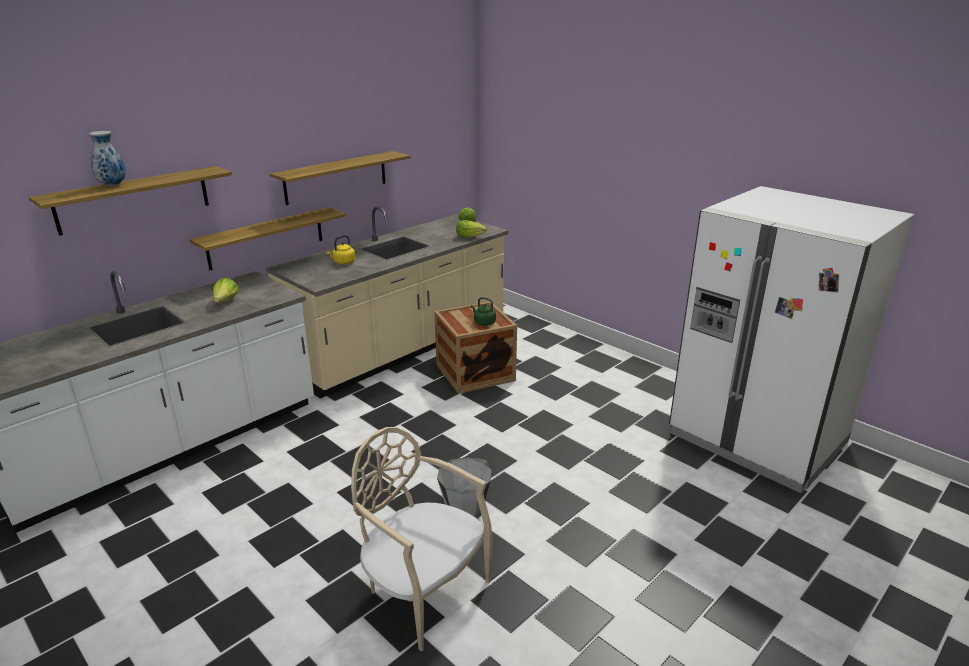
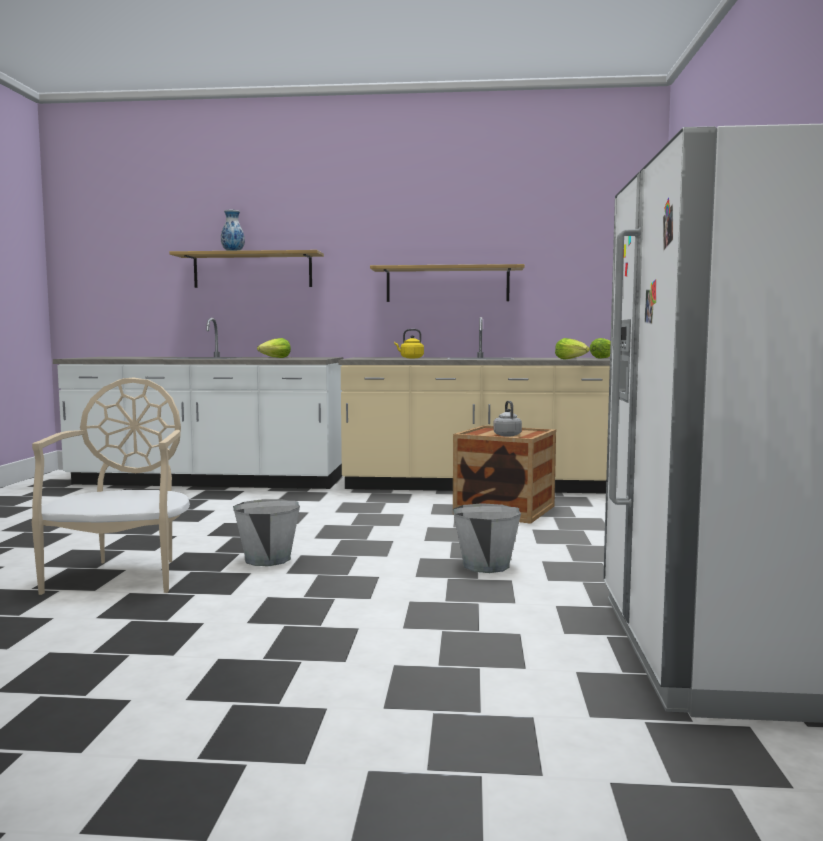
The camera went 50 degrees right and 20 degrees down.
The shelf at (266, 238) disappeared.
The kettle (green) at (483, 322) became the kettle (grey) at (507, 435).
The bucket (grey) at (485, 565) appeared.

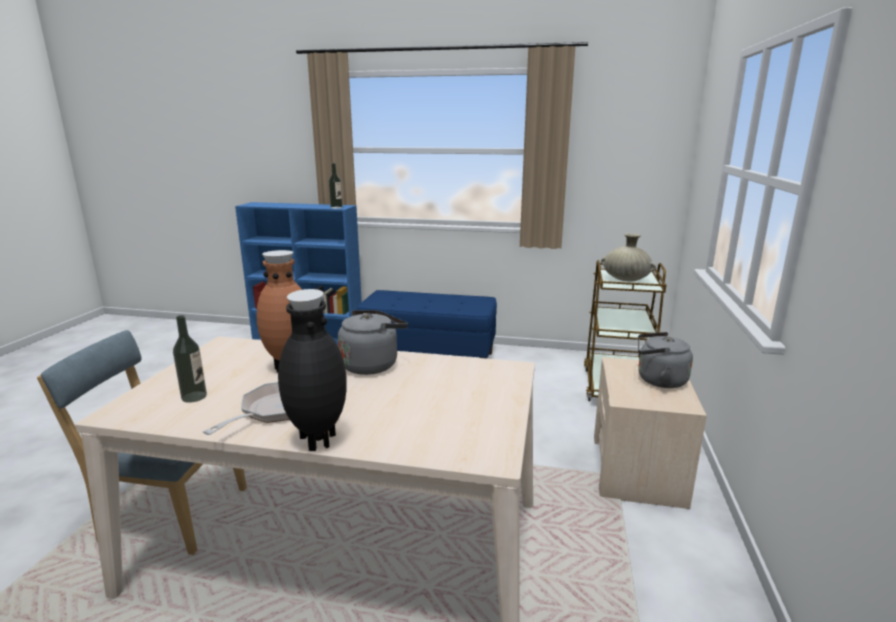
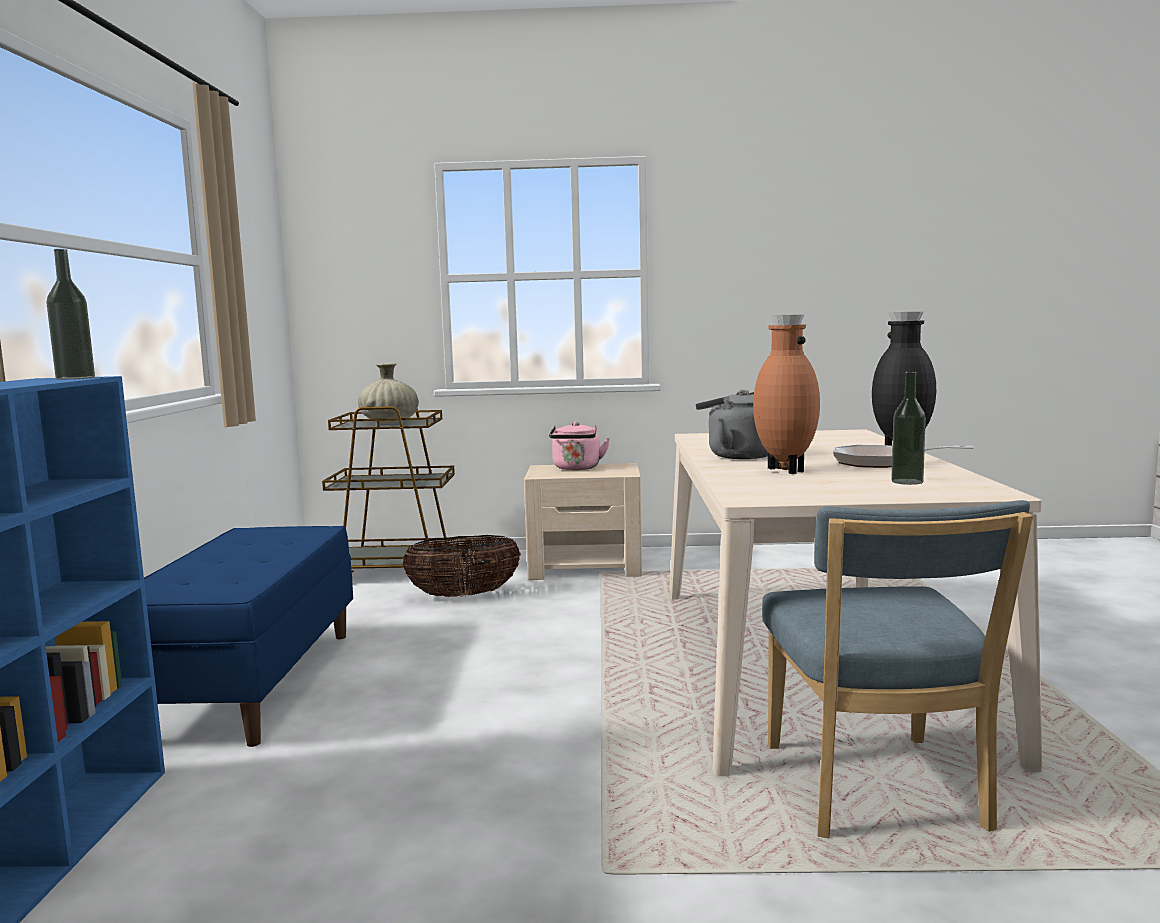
The camera went 100 degrees left and 10 degrees down.
The kettle (grey) at (658, 380) became the kettle (pink) at (577, 468).
The basket at (464, 595) appeared.

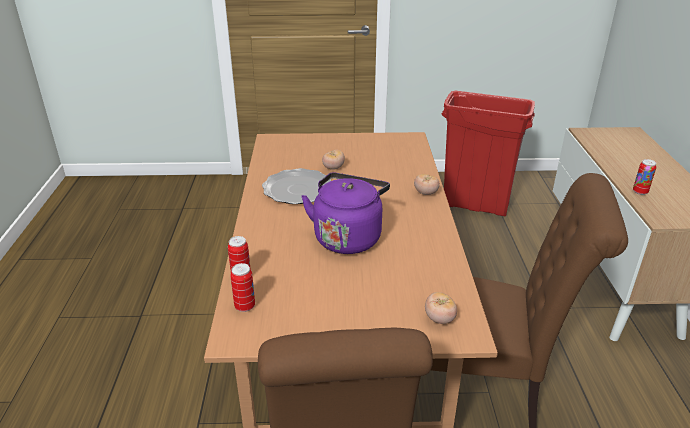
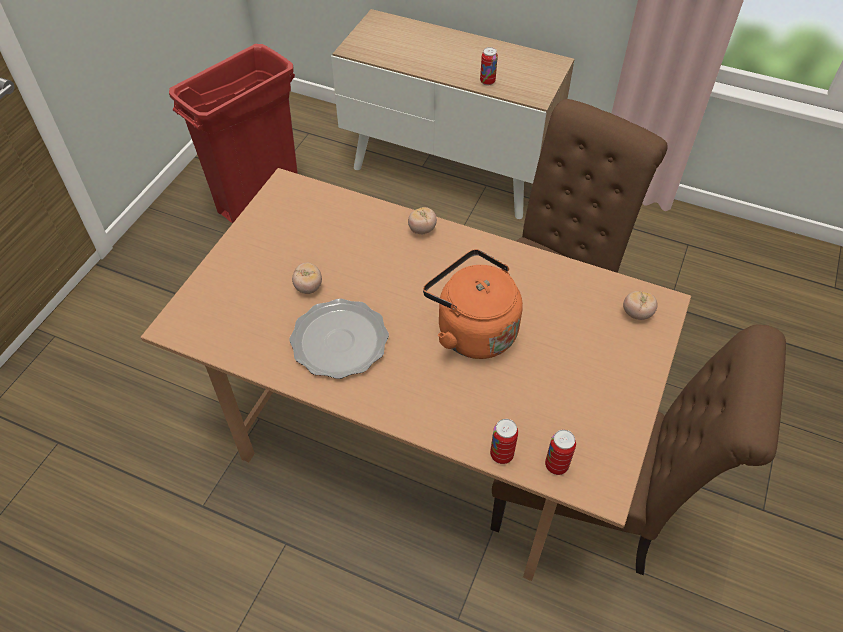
The camera went 65 degrees left and 20 degrees up.
The kettle (purple) at (348, 237) became the kettle (orange) at (472, 330).

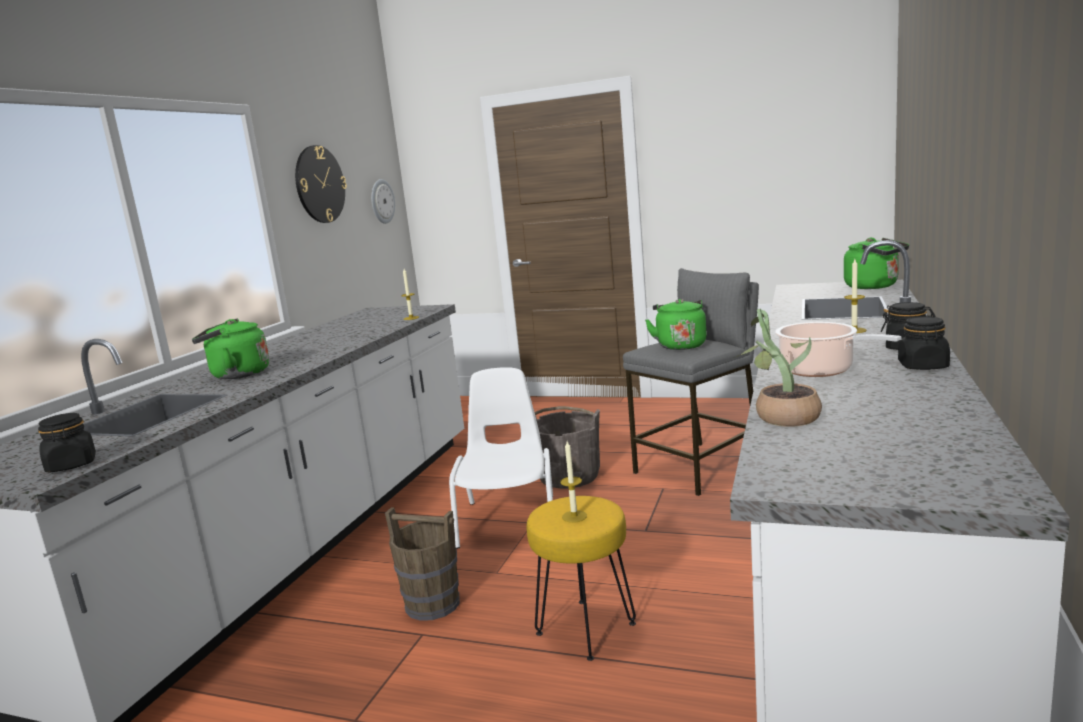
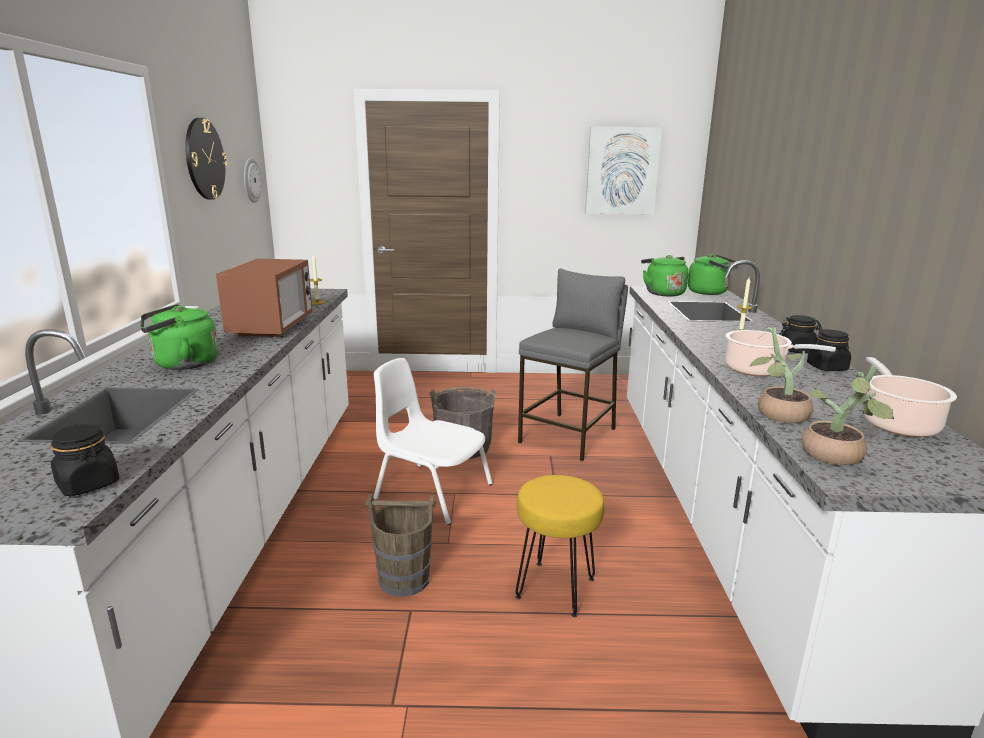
The camera went 20 degrees left and 5 degrees up.
The kettle (green) moved from (680, 345) to (663, 293).
The chair (white) at (509, 520) turned 45 degrees counterclockwise.
The candle at (574, 516) disappeared.
The picture at (622, 171) appeared.
The microwave at (272, 327) appeared.
The cooking pot at (897, 423) appeared.
The potted plant at (836, 458) appeared.

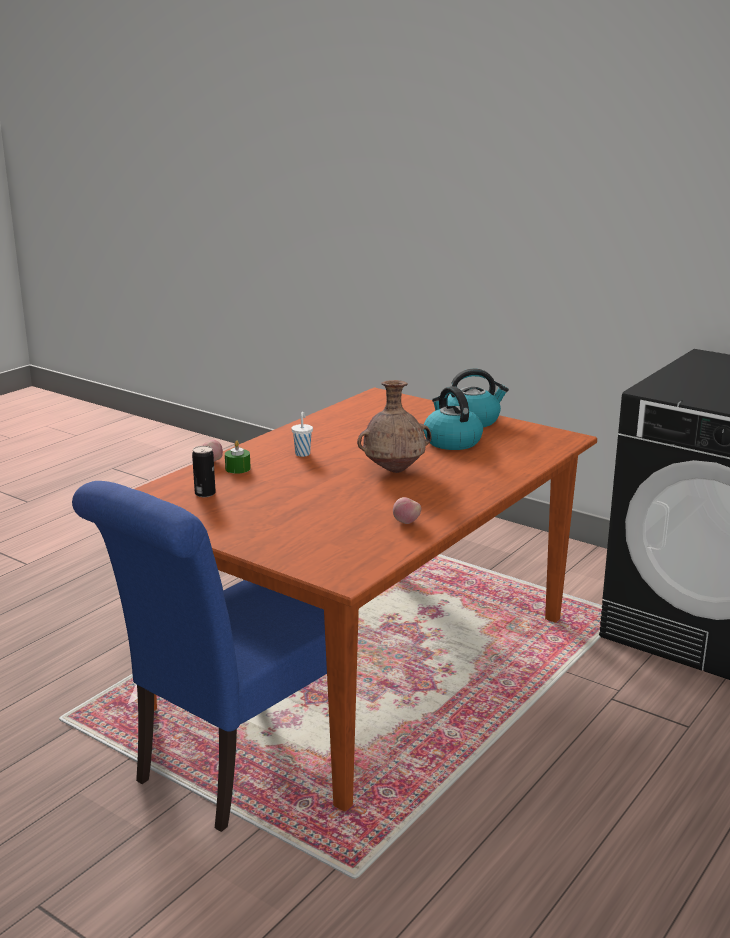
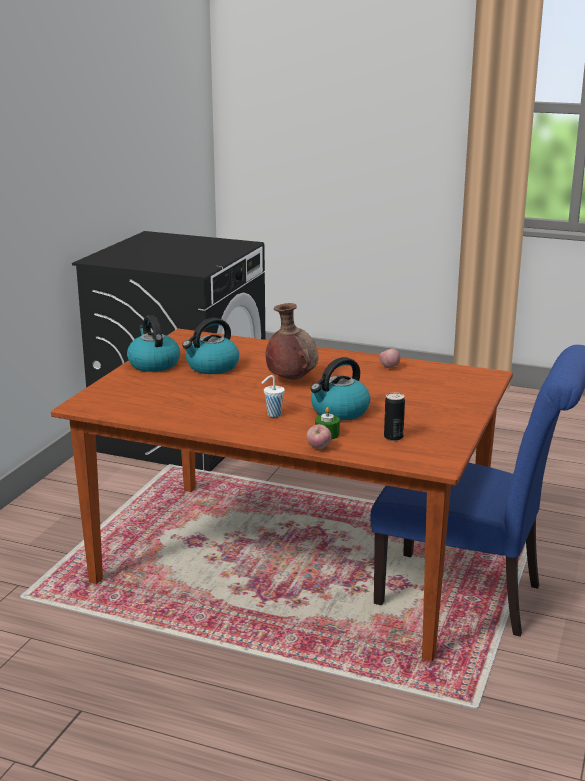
The camera went 105 degrees left and 0 degrees up.
The kettle at (339, 412) appeared.

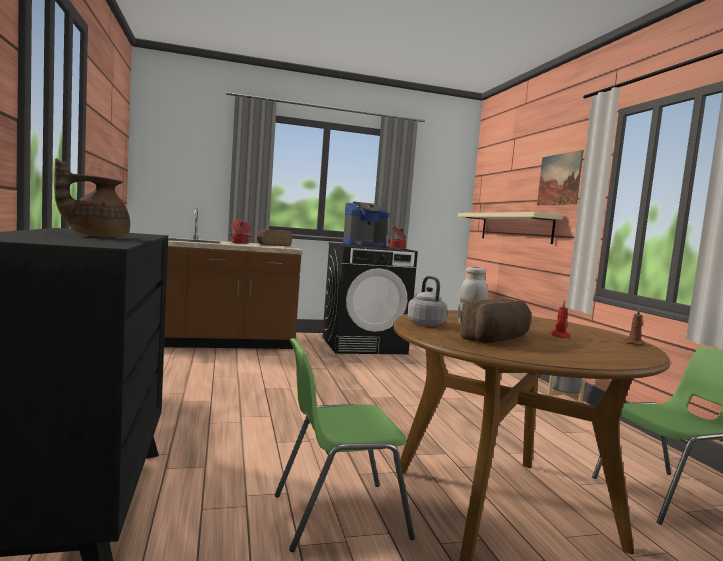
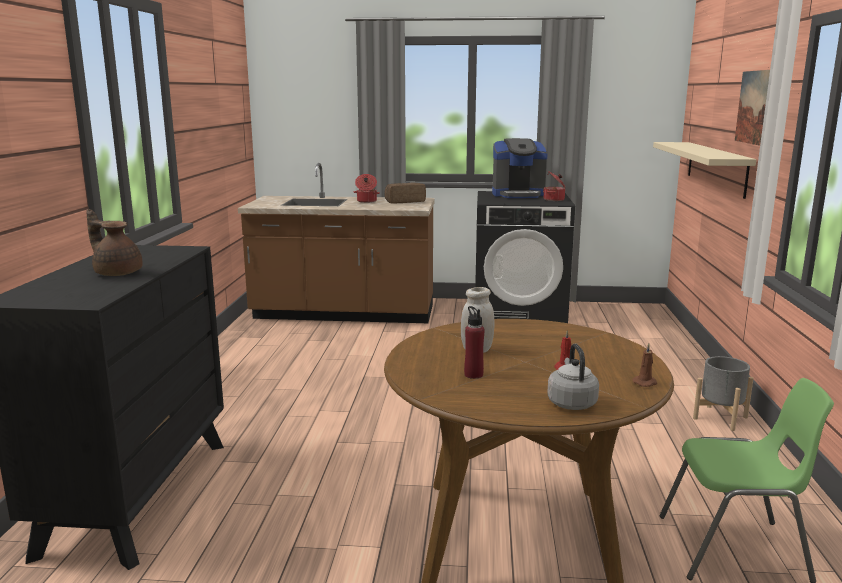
The camera went 20 degrees right and 10 degrees up.
The teapot (brown) at (96, 236) turned 45 degrees clockwise.
The kettle (grey) moved from (424, 323) to (571, 402).
The bread at (498, 339) was replaced by the bottle (red) at (473, 374).
The chair (green) at (337, 515) disappeared.

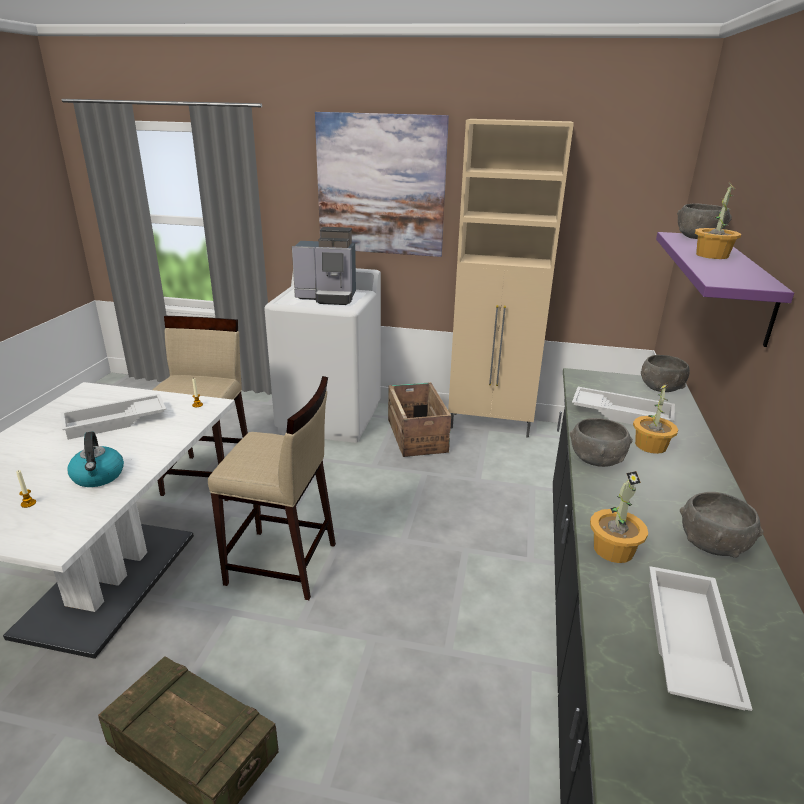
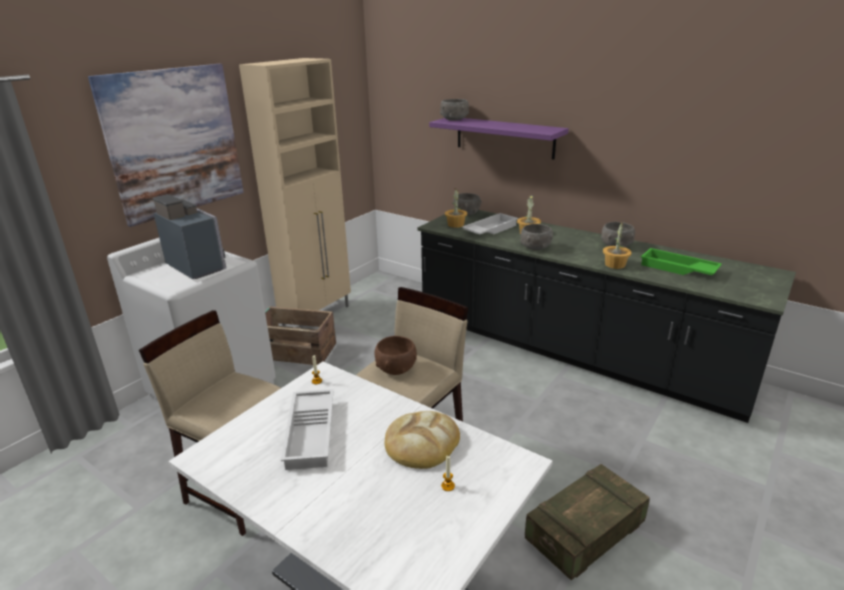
The camera went 65 degrees left and 0 degrees up.
The potted plant moved from (711, 255) to (455, 225).
The coffee machine at (328, 297) turned 75 degrees counterclockwise.
The kettle at (98, 476) was replaced by the bread at (422, 443).
The tray (white) at (685, 642) became the tray (green) at (677, 268).
The bowl (brown) at (396, 368) appeared.

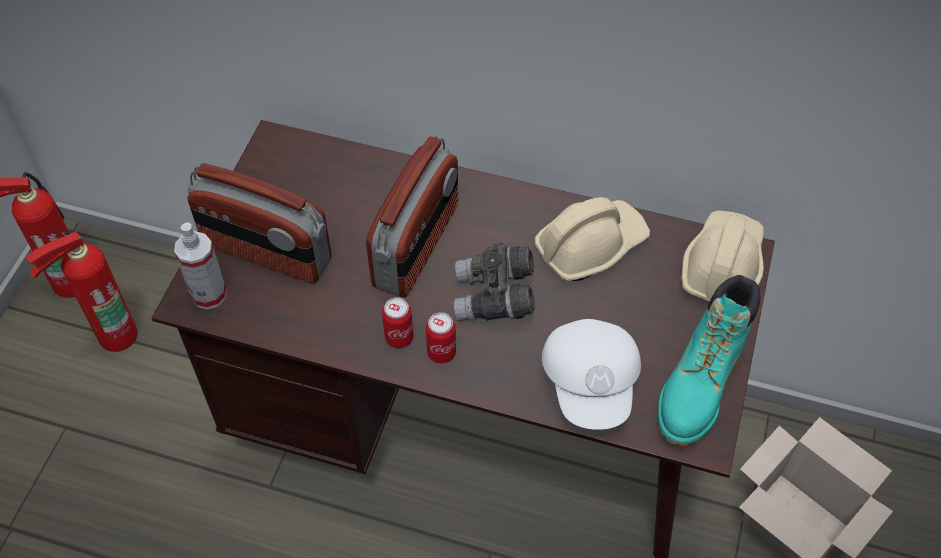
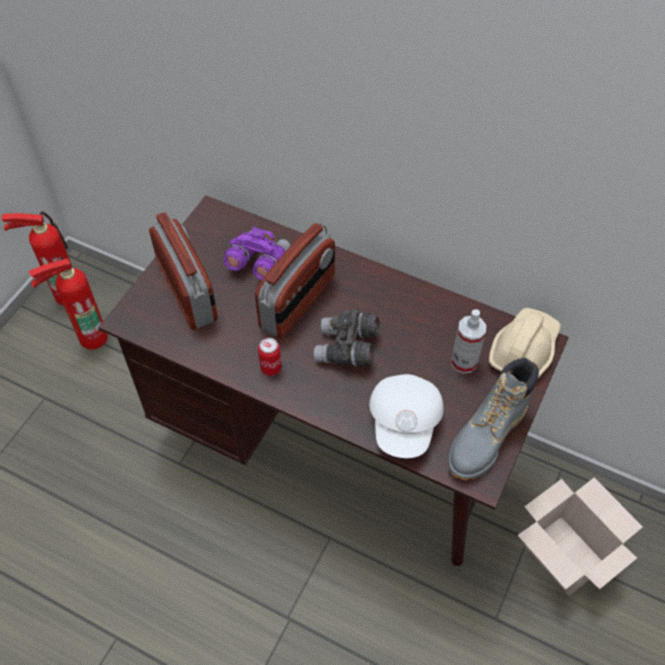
The camera went 10 degrees right and 0 degrees up.
The radio at (266, 253) turned 150 degrees counterclockwise.
The hard hat (beige) at (590, 245) disappeared.
The spray bottle moved from (209, 294) to (464, 362).
The boot (turquoise) at (699, 386) became the boot (grey) at (486, 437).
The can at (441, 352) disappeared.
The binoculars (purple) at (258, 264) appeared.

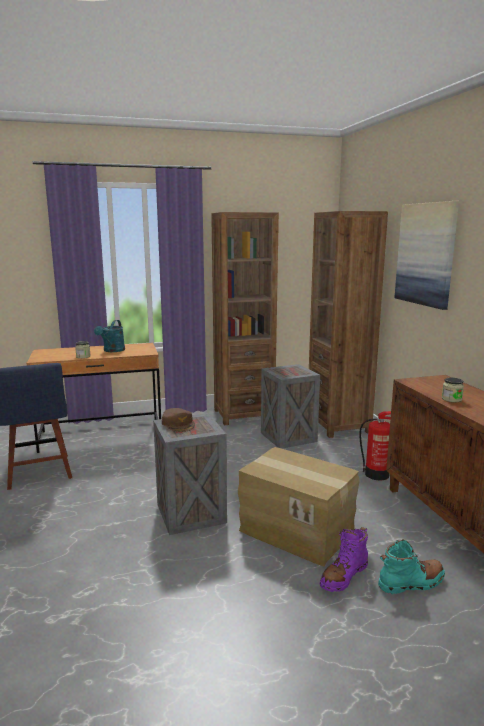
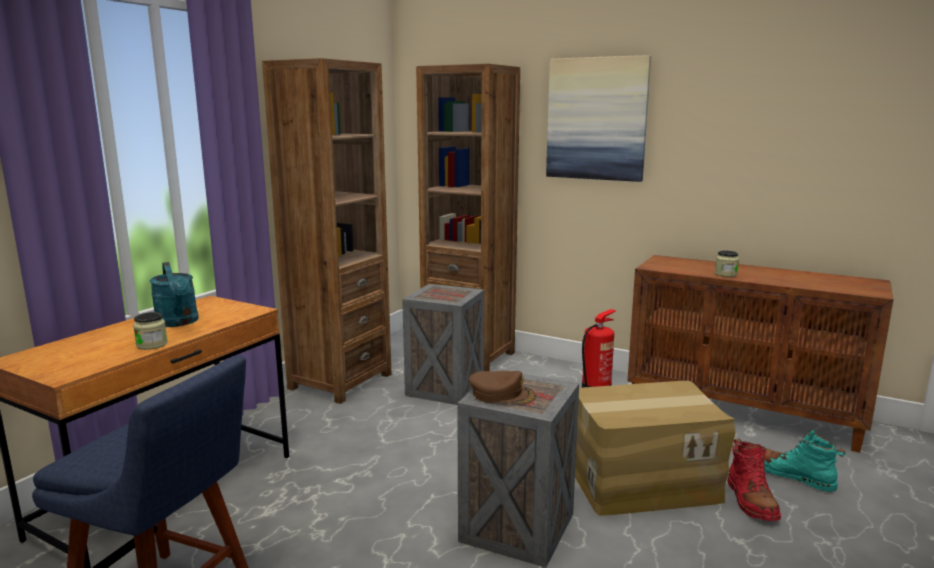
The camera went 45 degrees left and 0 degrees up.
The boot (purple) at (344, 576) became the boot (red) at (751, 501).
The boot (turquoise) at (411, 582) turned 75 degrees counterclockwise.

